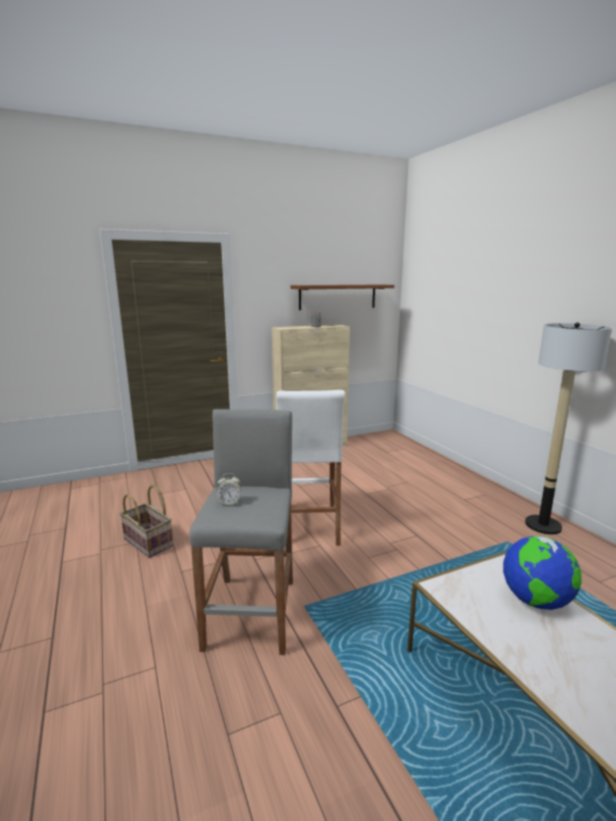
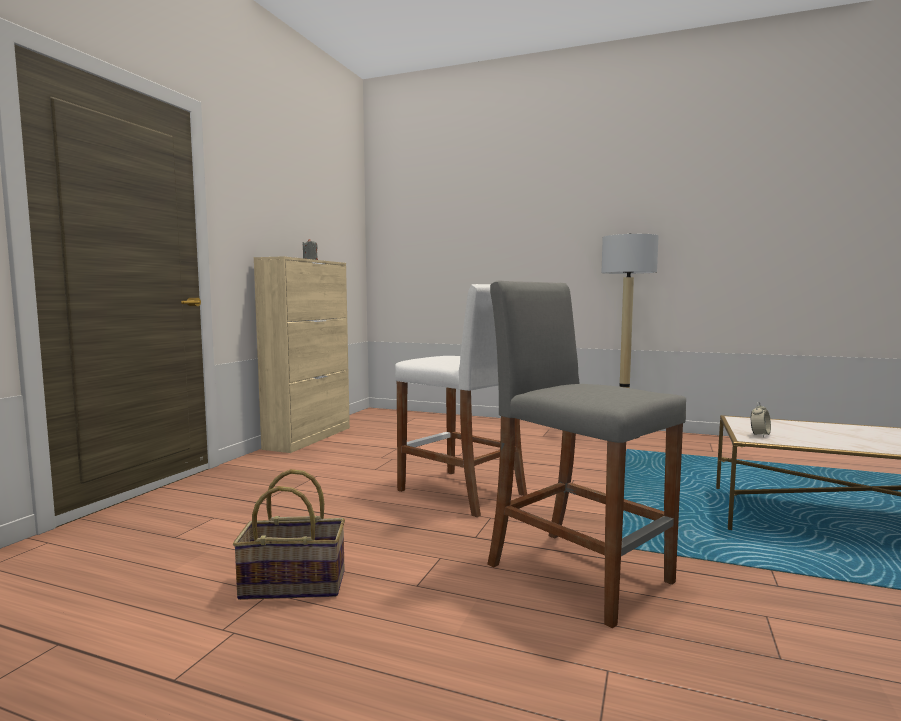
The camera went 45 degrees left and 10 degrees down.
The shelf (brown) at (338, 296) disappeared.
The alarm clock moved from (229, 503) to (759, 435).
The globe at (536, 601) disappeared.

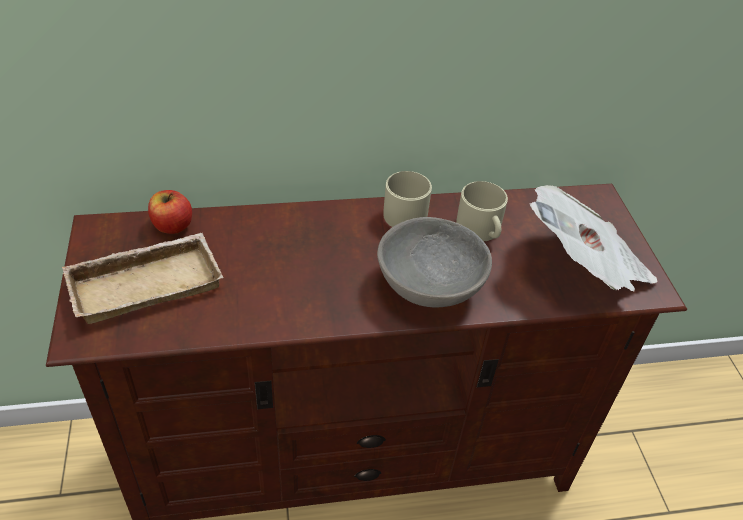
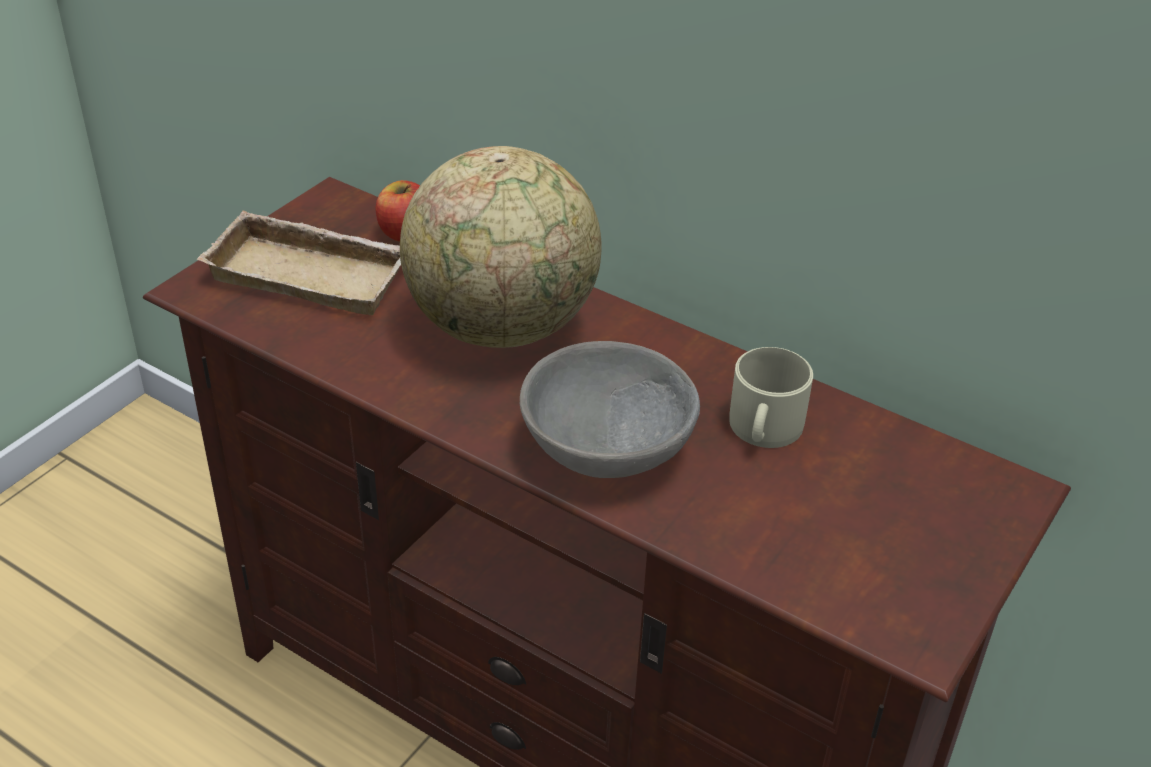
The camera went 45 degrees right and 5 degrees down.
The mug (beige) at (406, 212) disappeared.
The newspaper at (584, 266) disappeared.
The globe at (503, 327) appeared.

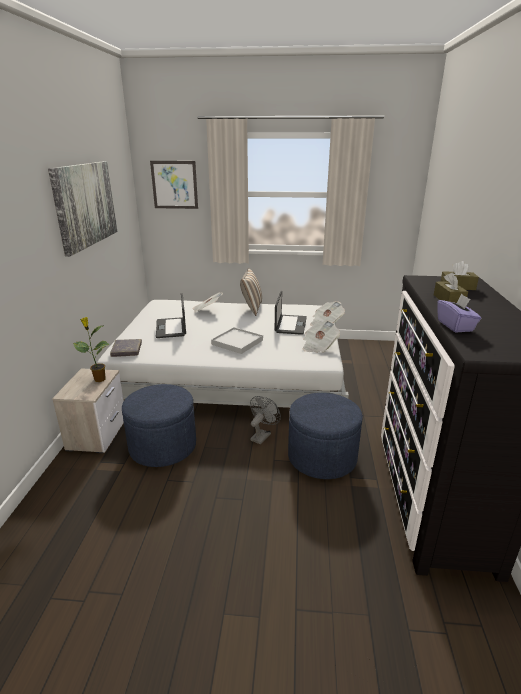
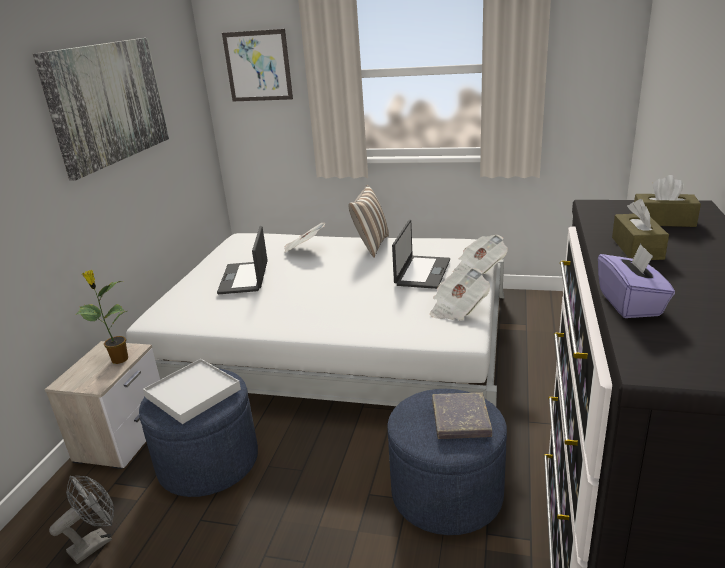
The camera went 10 degrees right and 0 degrees up.
The tray (white) moved from (237, 342) to (193, 393).
The book (grey) moved from (126, 350) to (460, 419).
The fan (grey) moved from (262, 435) to (96, 542).

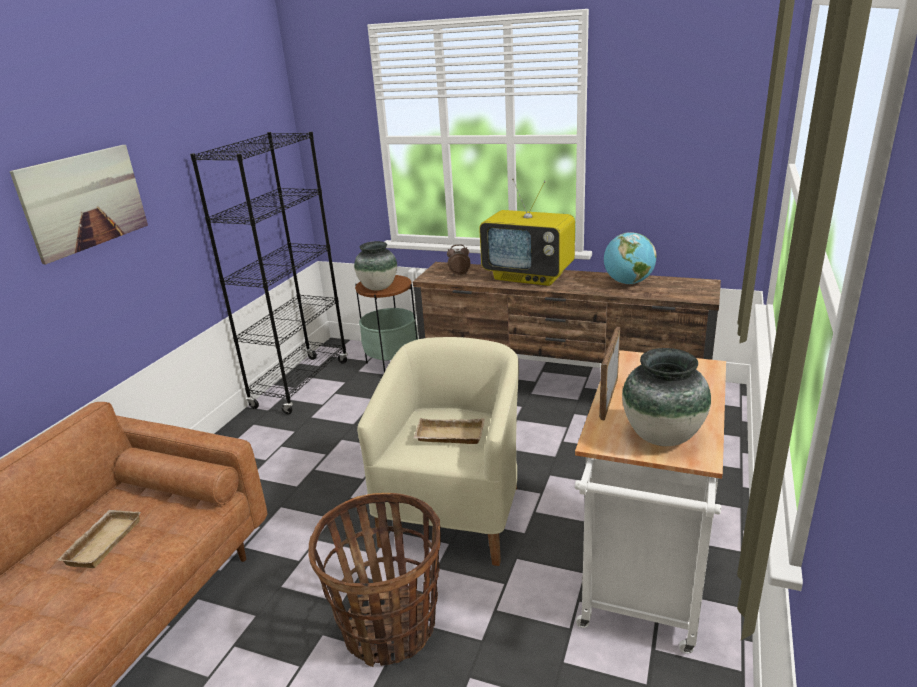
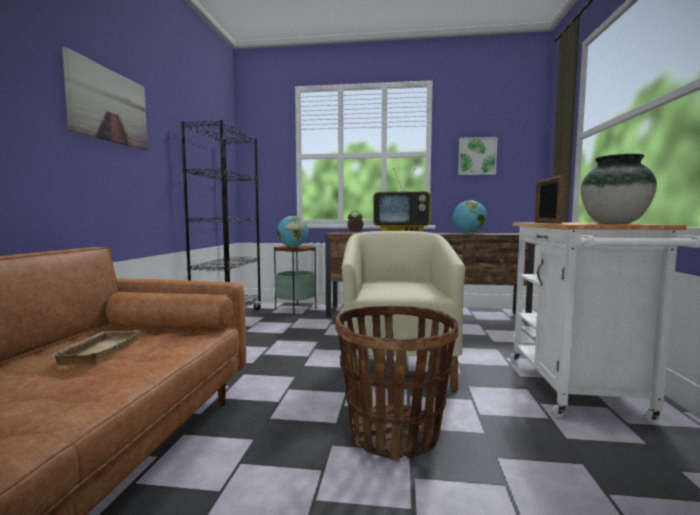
The camera went 15 degrees left and 20 degrees down.
The vase at (378, 287) was replaced by the globe at (292, 247).
The tray (beige) at (448, 436) disappeared.
The picture at (477, 156) appeared.

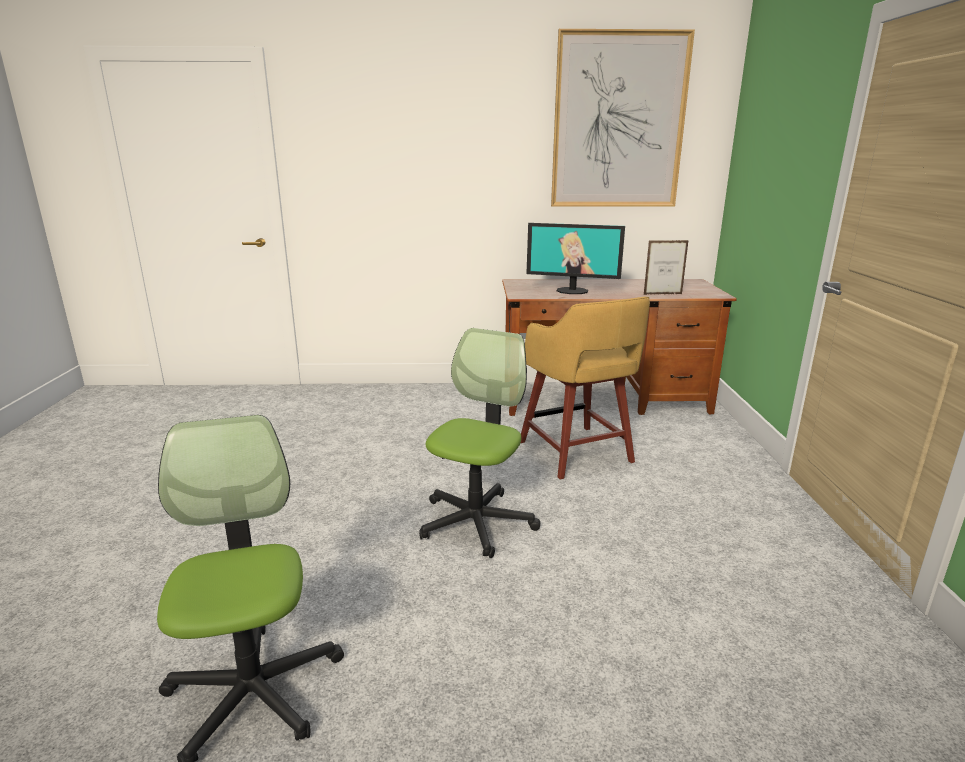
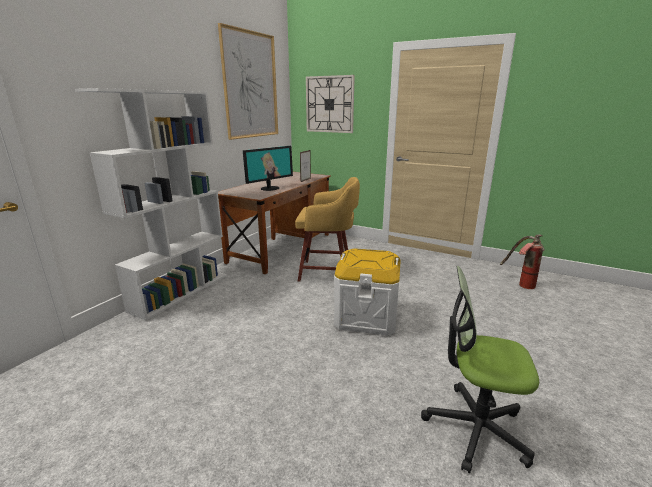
The camera went 60 degrees left and 0 degrees up.
The office chair at (476, 522) was replaced by the storage box (white) at (366, 316).
The wall clock at (329, 104) appeared.
The bookcase (white) at (181, 292) appeared.
The fire extinguisher at (520, 284) appeared.

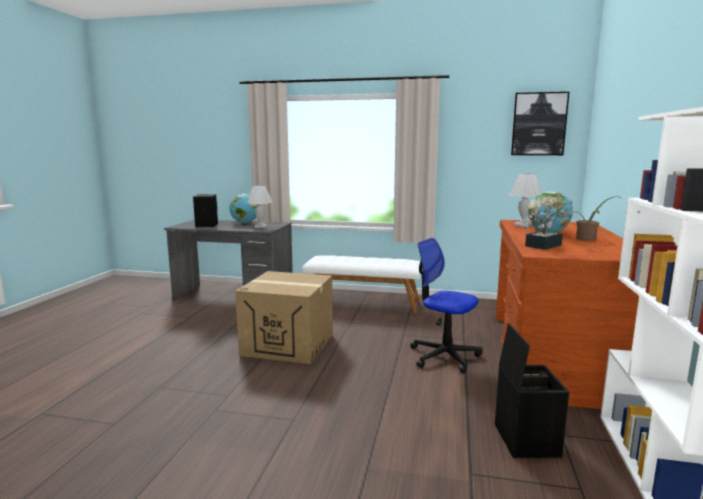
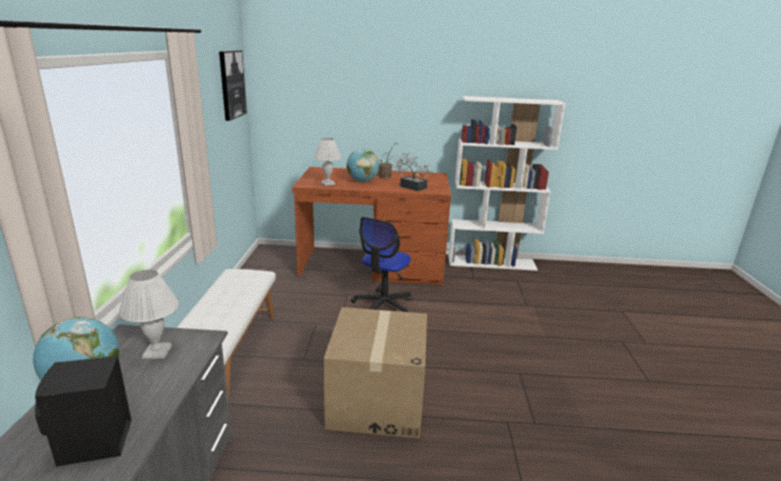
The camera went 100 degrees left and 10 degrees up.
The storage box (black) at (524, 439) disappeared.

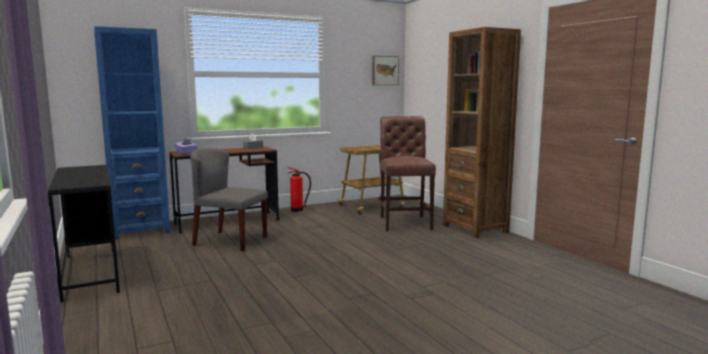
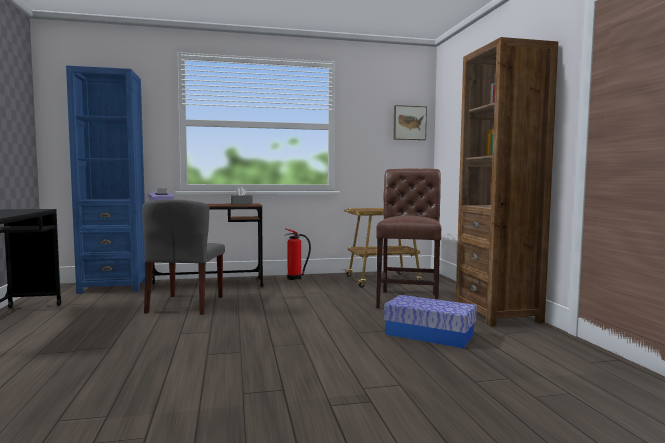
The camera went 15 degrees right and 5 degrees down.
The chair (grey) at (230, 241) turned 120 degrees counterclockwise.
The storage box at (429, 334) appeared.

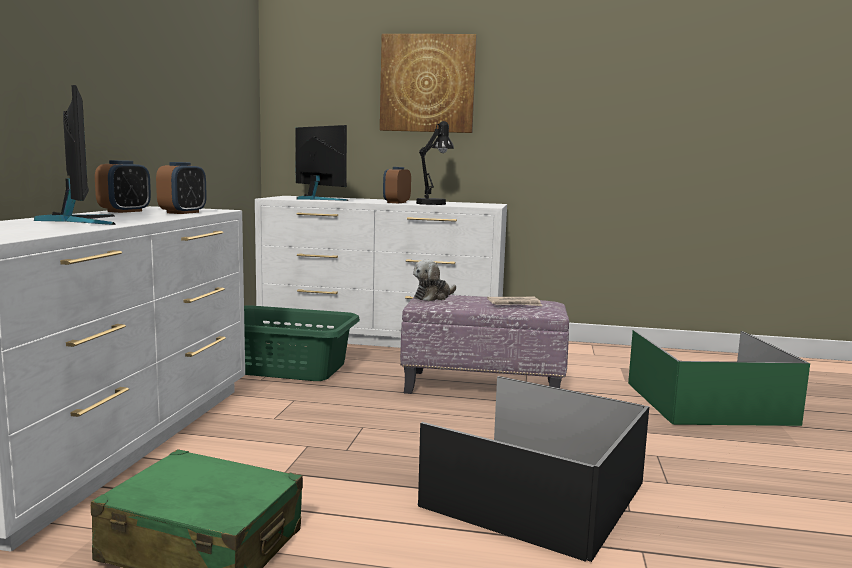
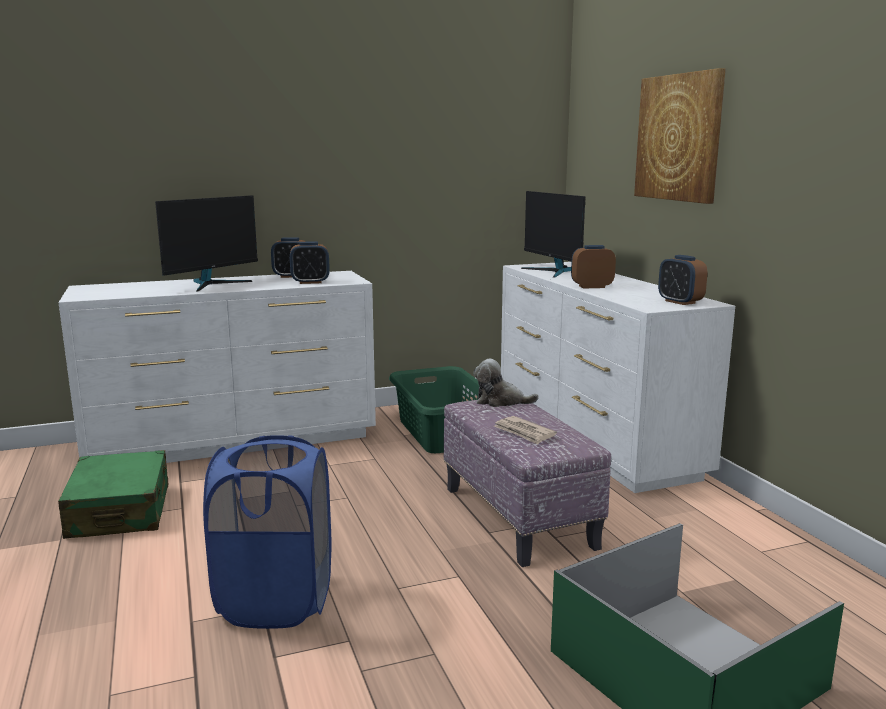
The camera went 60 degrees right and 5 degrees up.
The table lamp (black) at (434, 203) disappeared.
The monitor at (317, 199) turned 135 degrees clockwise.
The storage box (black) at (535, 493) was replaced by the laundry basket (blue) at (276, 601).
The alarm clock at (680, 302) appeared.

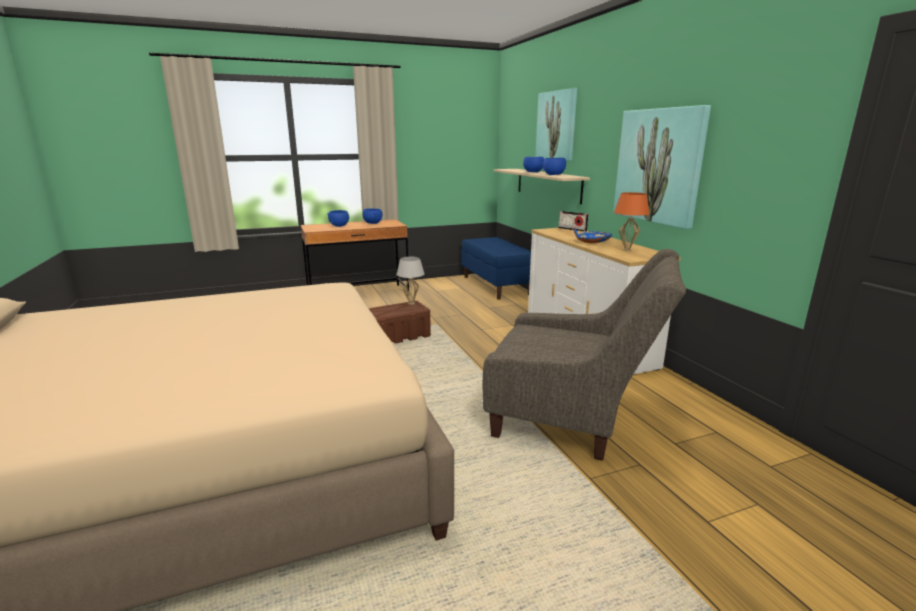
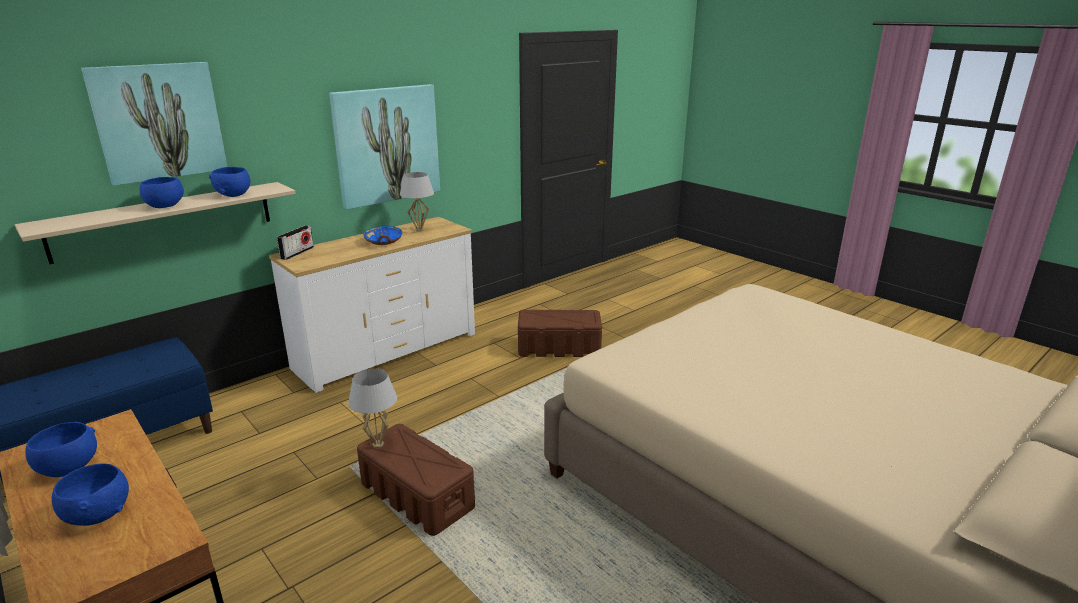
The camera went 110 degrees left and 5 degrees up.
The table lamp (orange) at (627, 250) became the table lamp (white) at (419, 230).
The armchair (grey) at (573, 420) was replaced by the storage box (brown) at (559, 348).

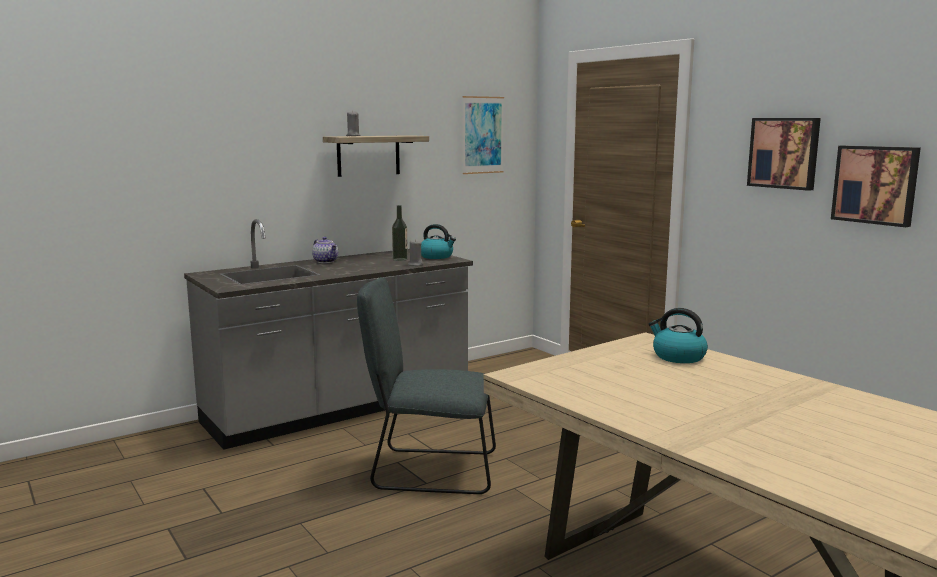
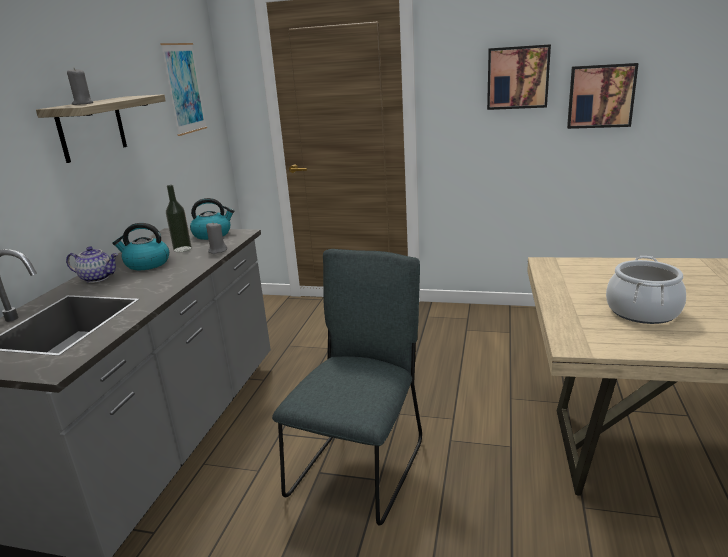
The camera went 40 degrees left and 10 degrees up.
The chair (grey) at (428, 470) turned 150 degrees clockwise.
The kettle moved from (677, 357) to (146, 264).
The cooking pot at (642, 311) appeared.

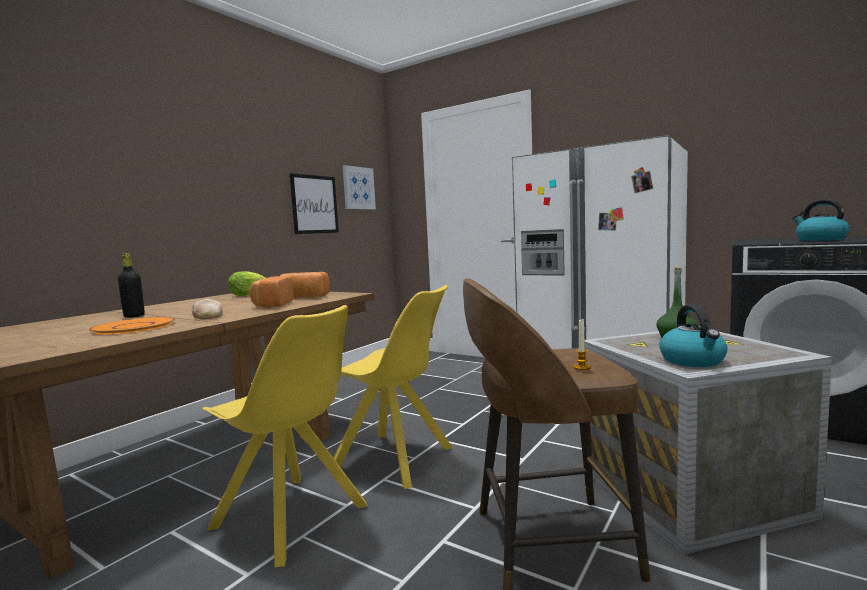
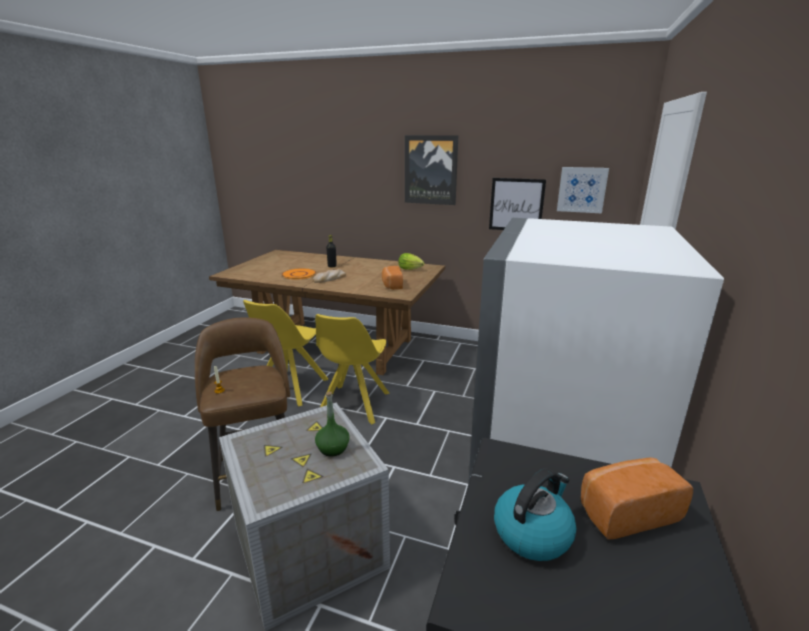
The camera went 75 degrees right and 15 degrees up.
The bread moved from (272, 305) to (625, 511).
The kettle at (693, 361) disappeared.
The picture at (430, 170) appeared.

